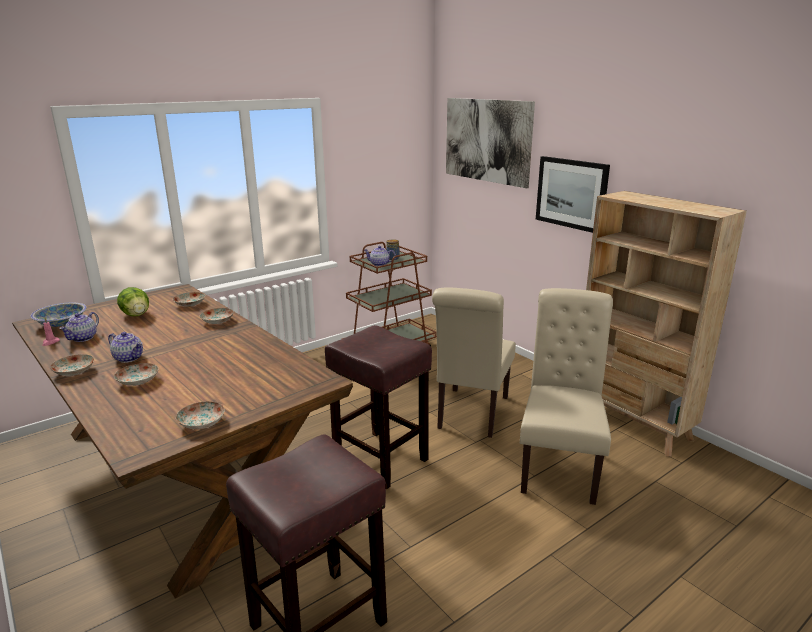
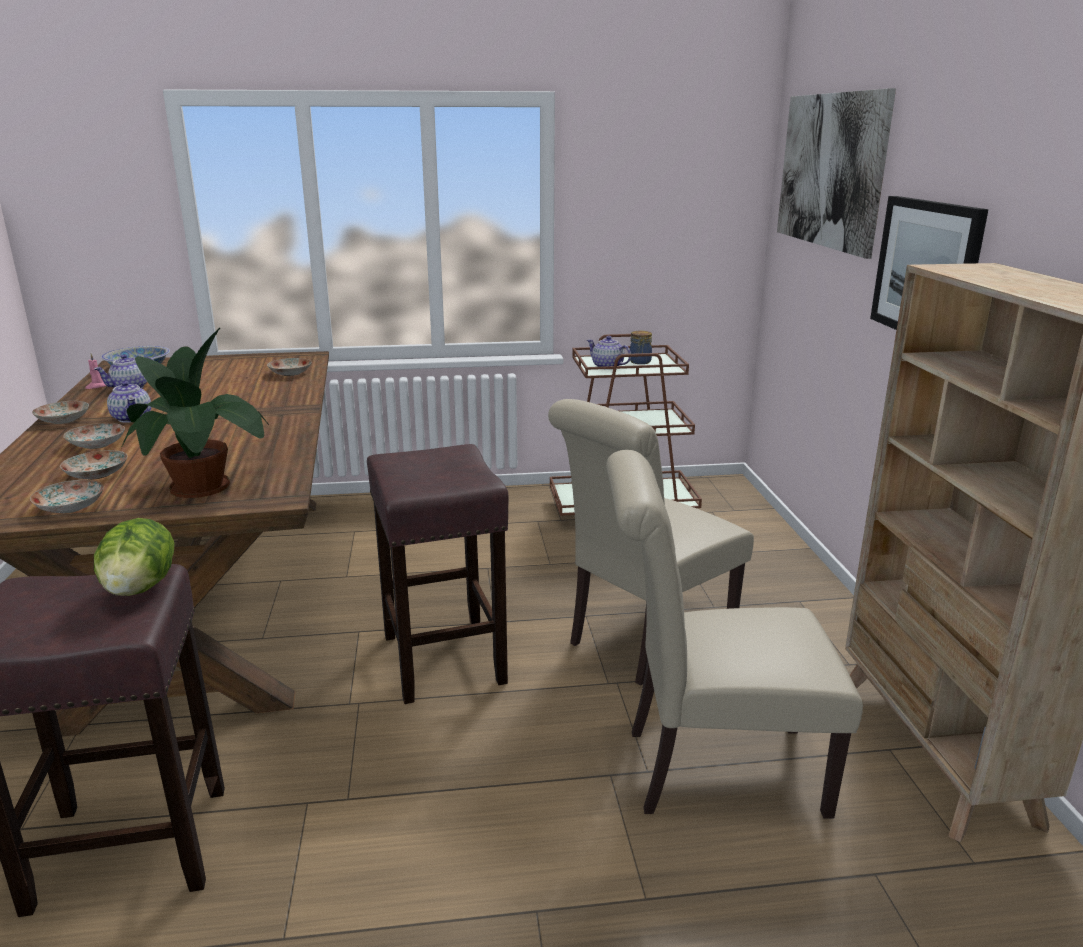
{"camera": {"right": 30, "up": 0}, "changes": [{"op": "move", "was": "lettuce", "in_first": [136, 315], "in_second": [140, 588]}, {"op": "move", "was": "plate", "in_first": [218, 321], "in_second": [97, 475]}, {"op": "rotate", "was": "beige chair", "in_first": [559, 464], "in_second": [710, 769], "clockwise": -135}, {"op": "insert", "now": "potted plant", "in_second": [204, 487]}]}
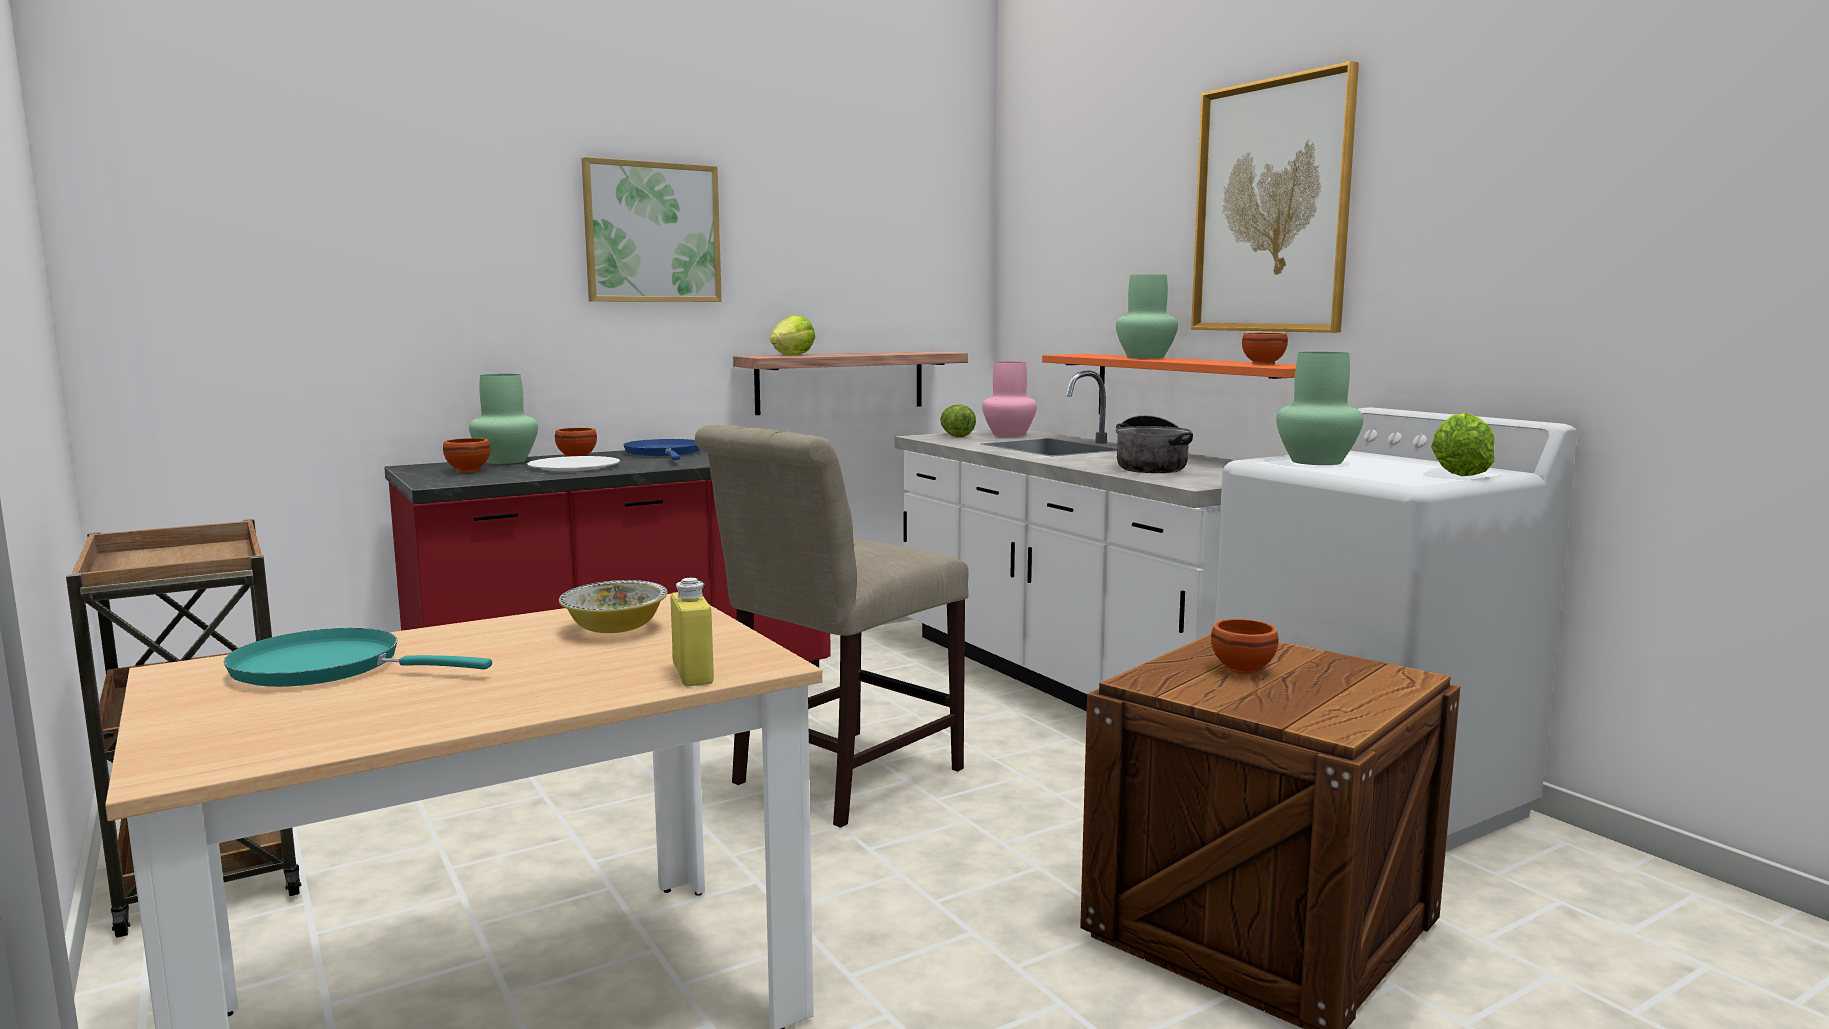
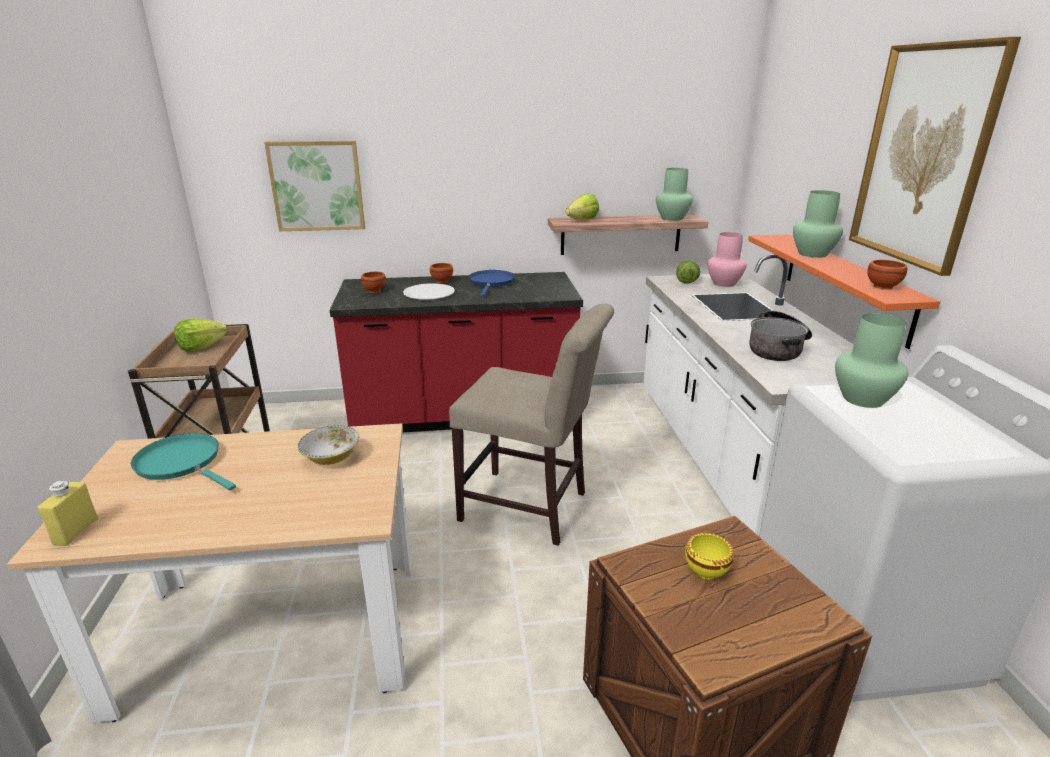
{"camera": {"right": 25, "up": 15}, "changes": [{"op": "move", "was": "green vase", "in_first": [506, 461], "in_second": [672, 218]}, {"op": "move", "was": "picture", "in_first": [652, 233], "in_second": [317, 186]}, {"op": "move", "was": "yellow bottle", "in_first": [693, 674], "in_second": [76, 531]}, {"op": "rotate", "was": "beige chair", "in_first": [837, 779], "in_second": [530, 508], "clockwise": -135}, {"op": "recolor", "was": "brown bowl", "now": "yellow bowl", "in_first": [1244, 670], "in_second": [707, 572]}, {"op": "move", "was": "lettuce", "in_first": [1459, 473], "in_second": [201, 347]}]}
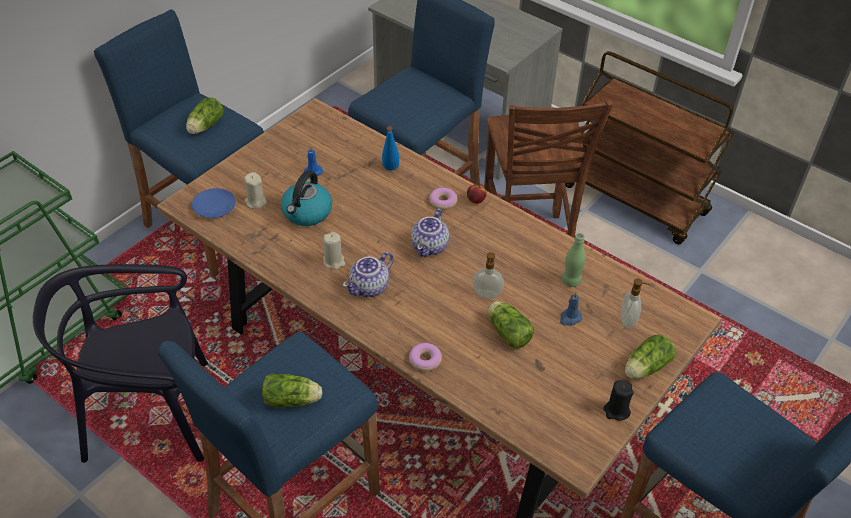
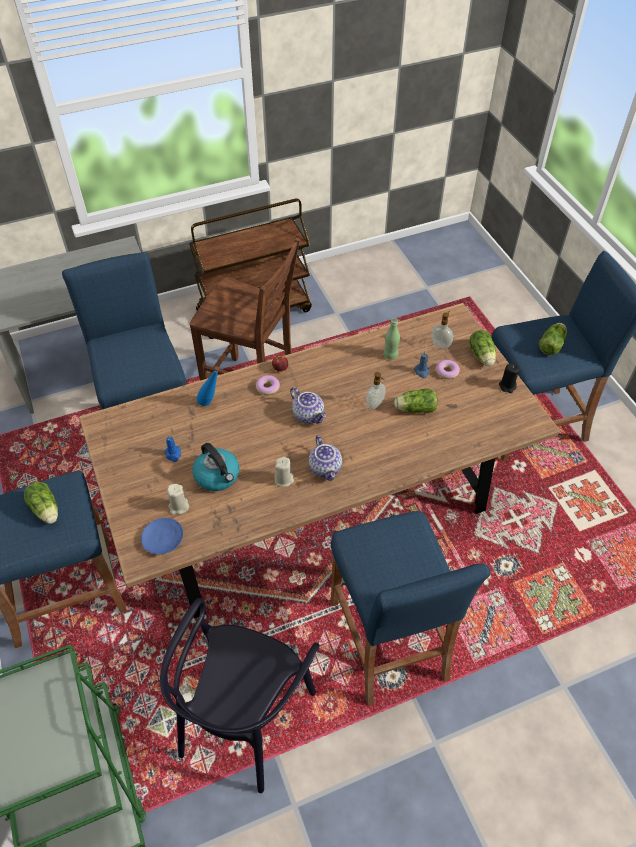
{"camera": {"right": -60, "up": 5}, "changes": [{"op": "move", "was": "lettuce", "in_first": [293, 400], "in_second": [552, 344]}, {"op": "move", "was": "donut", "in_first": [425, 360], "in_second": [447, 372]}]}
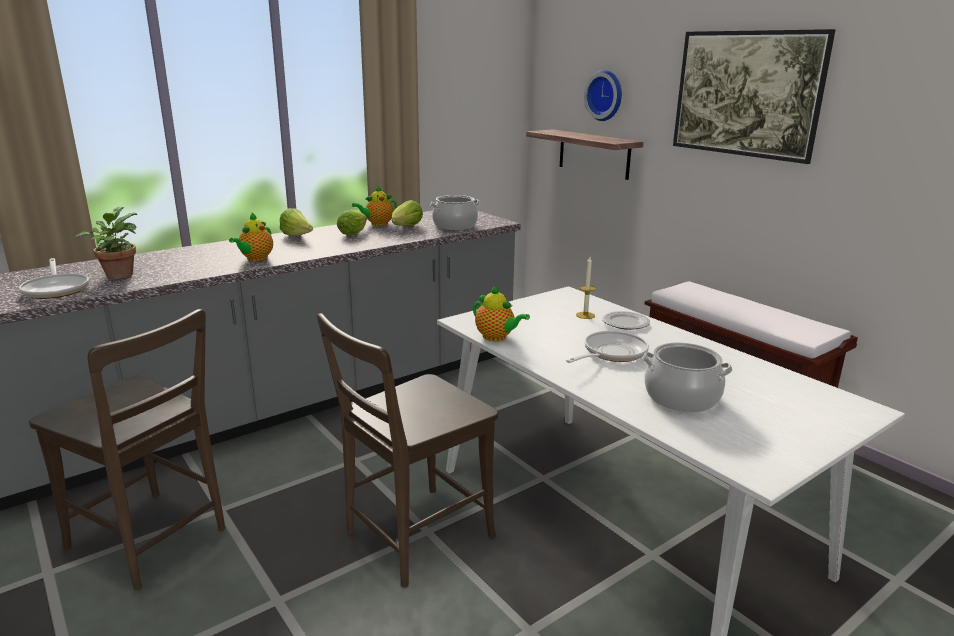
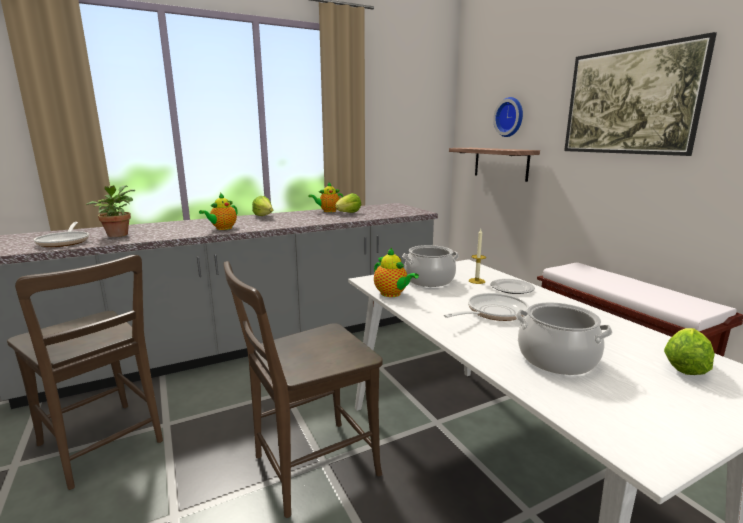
{"camera": {"right": 10, "up": -5}, "changes": [{"op": "move", "was": "lettuce", "in_first": [354, 233], "in_second": [684, 366]}, {"op": "move", "was": "cooking pot", "in_first": [455, 226], "in_second": [429, 280]}]}
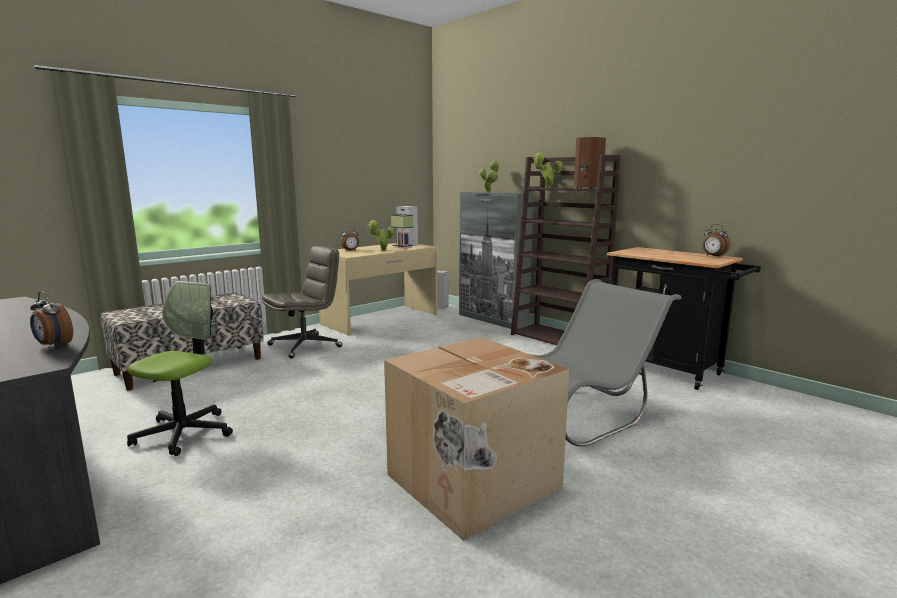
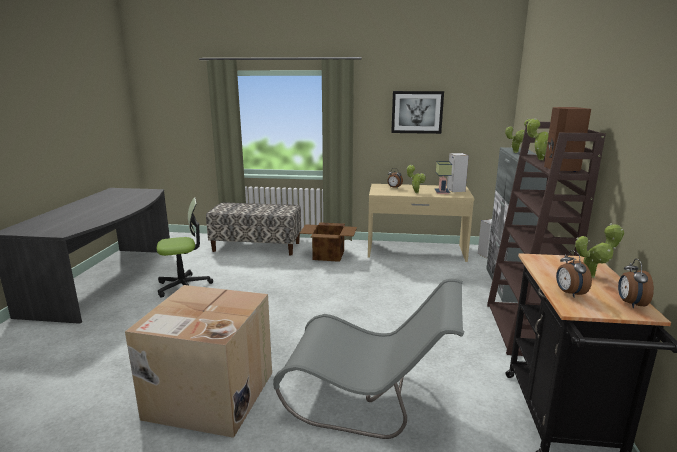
{"camera": {"right": 50, "up": 5}, "changes": [{"op": "move", "was": "alarm clock", "in_first": [53, 345], "in_second": [569, 293]}, {"op": "replace", "was": "grey office chair", "now": "cardboard box", "in_first": [305, 346], "in_second": [329, 255]}, {"op": "insert", "now": "picture", "in_second": [417, 112]}, {"op": "insert", "now": "potted plant", "in_second": [593, 276]}]}
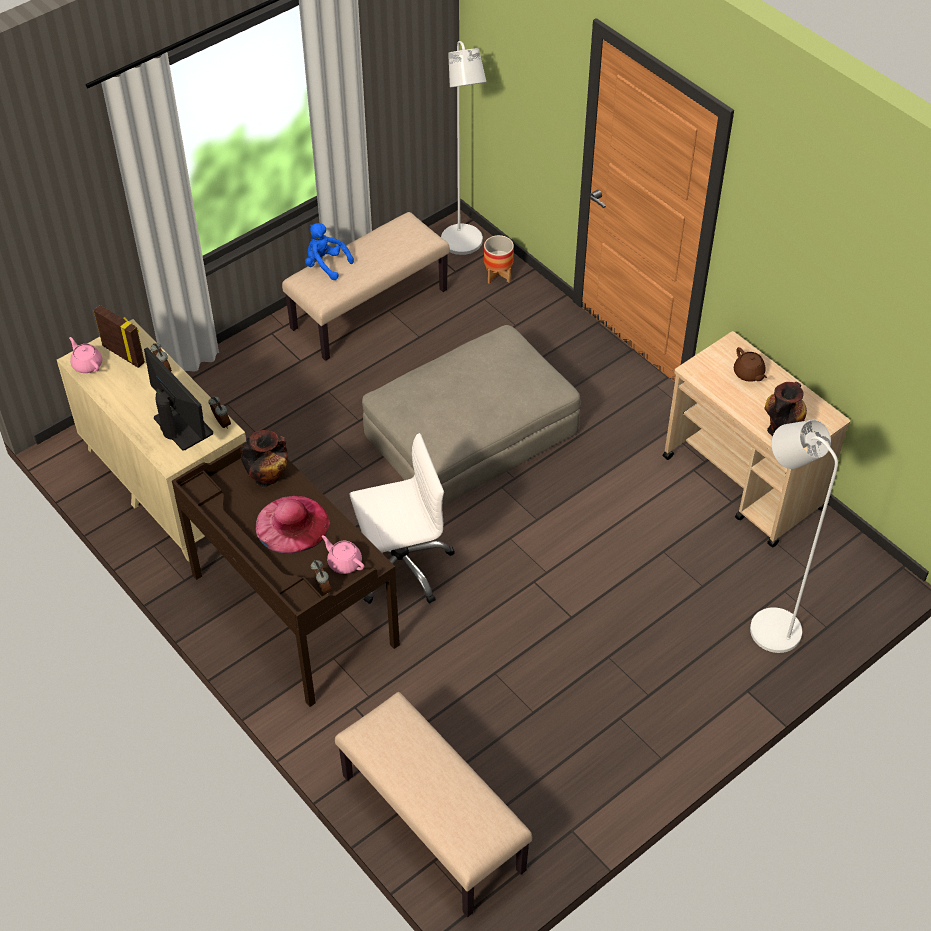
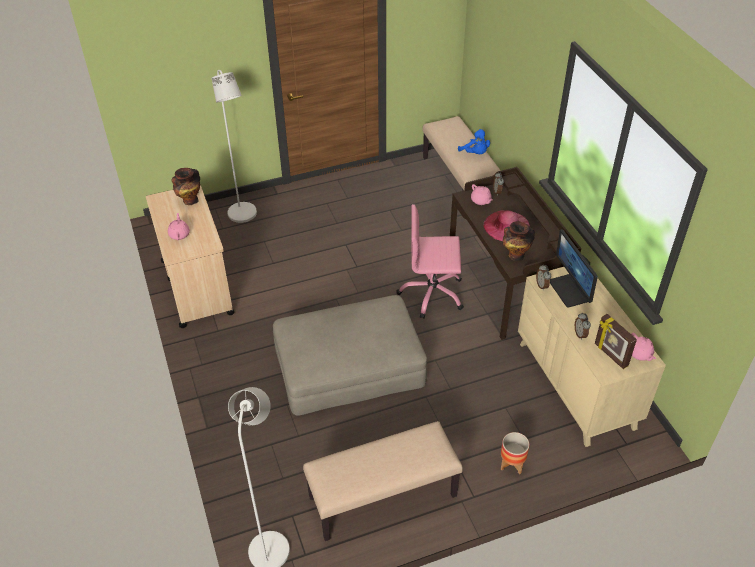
{"camera": {"right": -160, "up": -5}, "changes": [{"op": "move", "was": "blue plush toy", "in_first": [326, 265], "in_second": [475, 153]}, {"op": "recolor", "was": "white office chair", "now": "pink office chair", "in_first": [400, 565], "in_second": [432, 294]}, {"op": "move", "was": "planter", "in_first": [498, 275], "in_second": [512, 464]}, {"op": "recolor", "was": "brown teapot", "now": "pink teapot", "in_first": [748, 374], "in_second": [179, 234]}]}
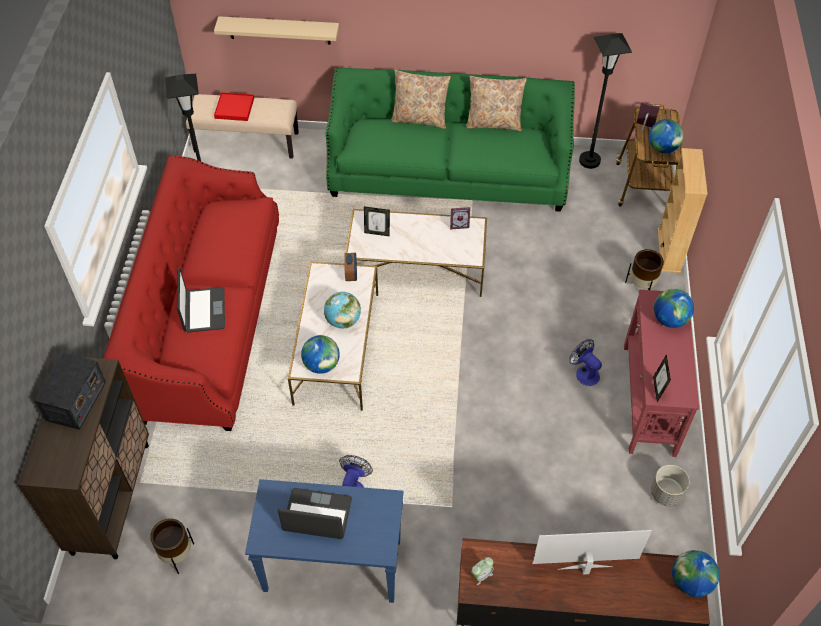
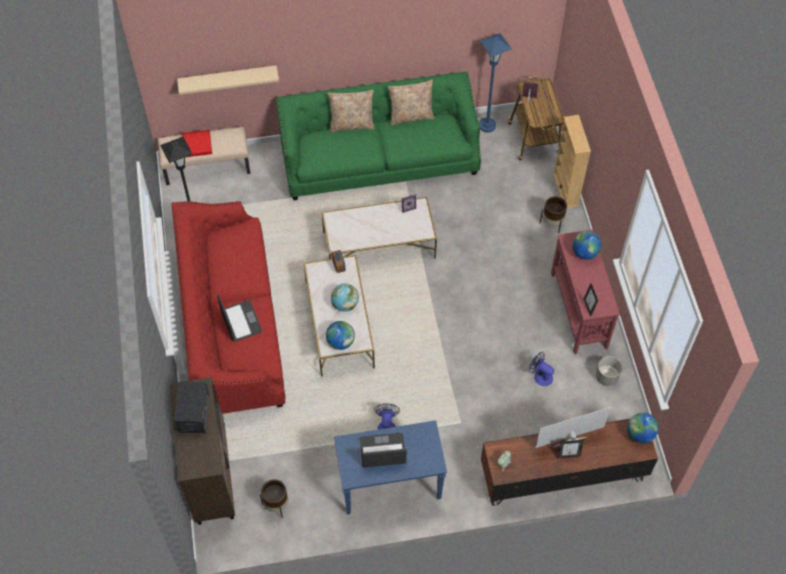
{"camera": {"right": -15, "up": 5}, "changes": [{"op": "move", "was": "picture frame", "in_first": [377, 233], "in_second": [568, 455]}, {"op": "move", "was": "fan", "in_first": [584, 372], "in_second": [540, 376]}, {"op": "recolor", "was": "black floor lamp", "now": "blue floor lamp", "in_first": [589, 161], "in_second": [487, 125]}, {"op": "delete", "was": "globe", "in_first": [662, 148]}]}
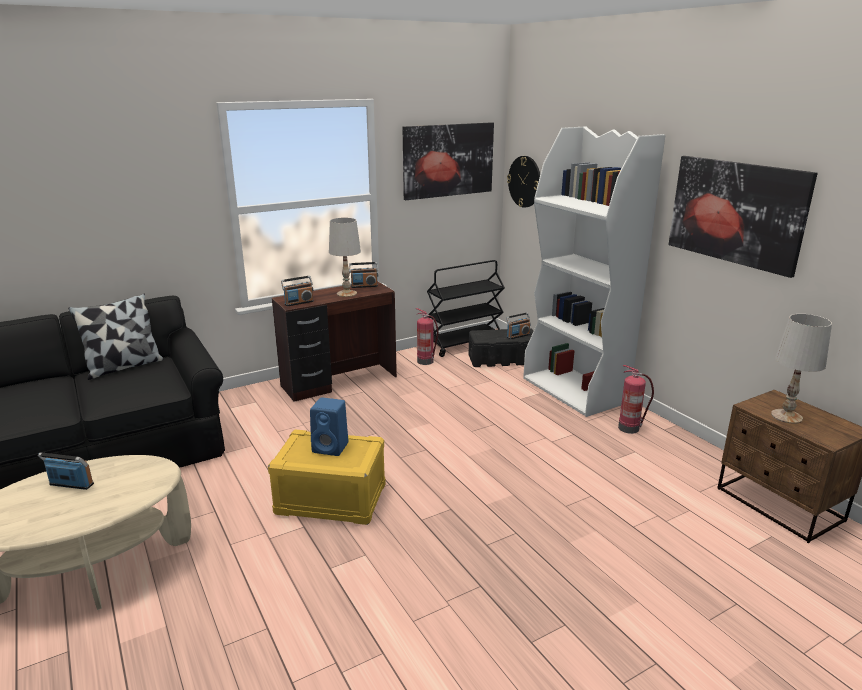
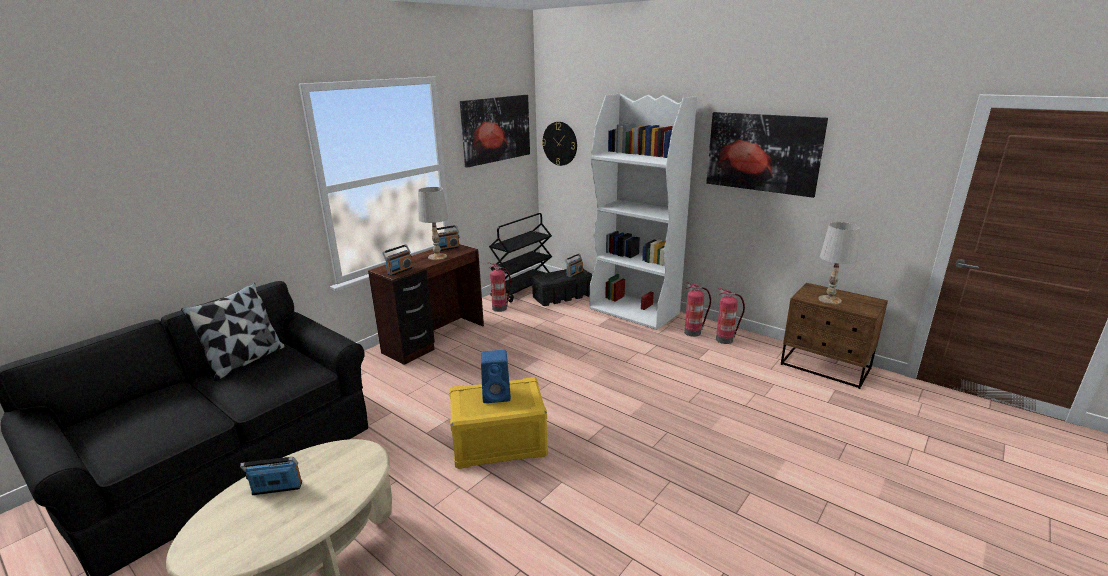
{"camera": {"right": -20, "up": 0}, "changes": [{"op": "insert", "now": "fire extinguisher", "in_second": [725, 340]}]}
